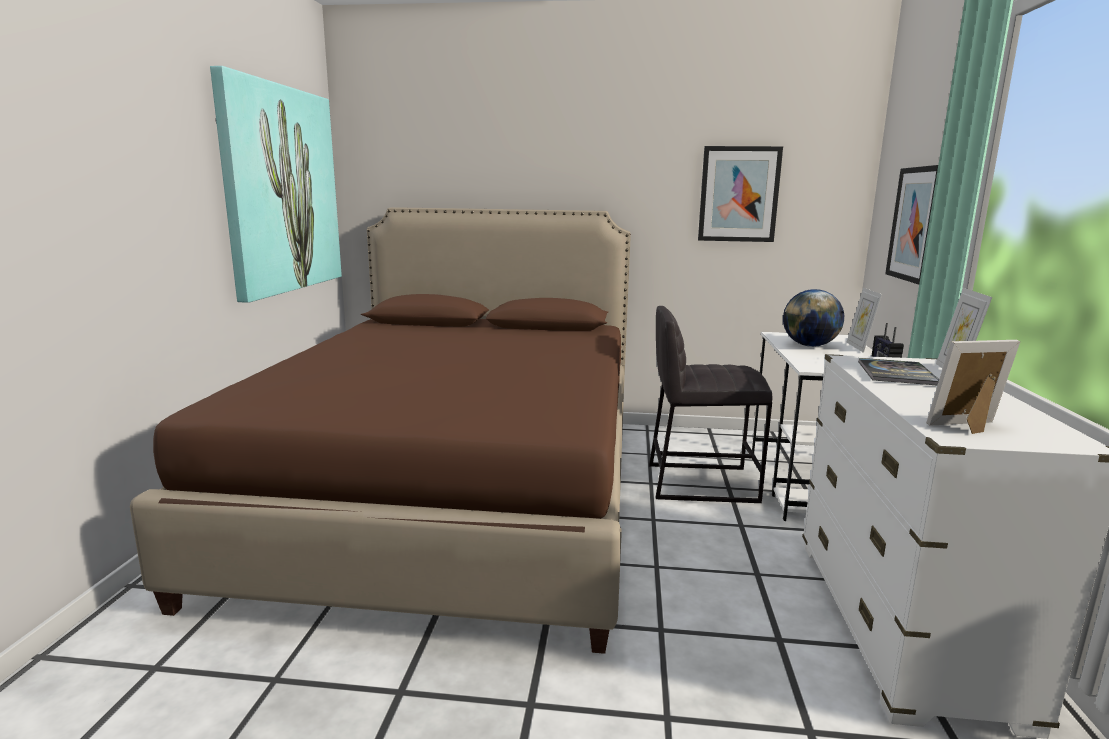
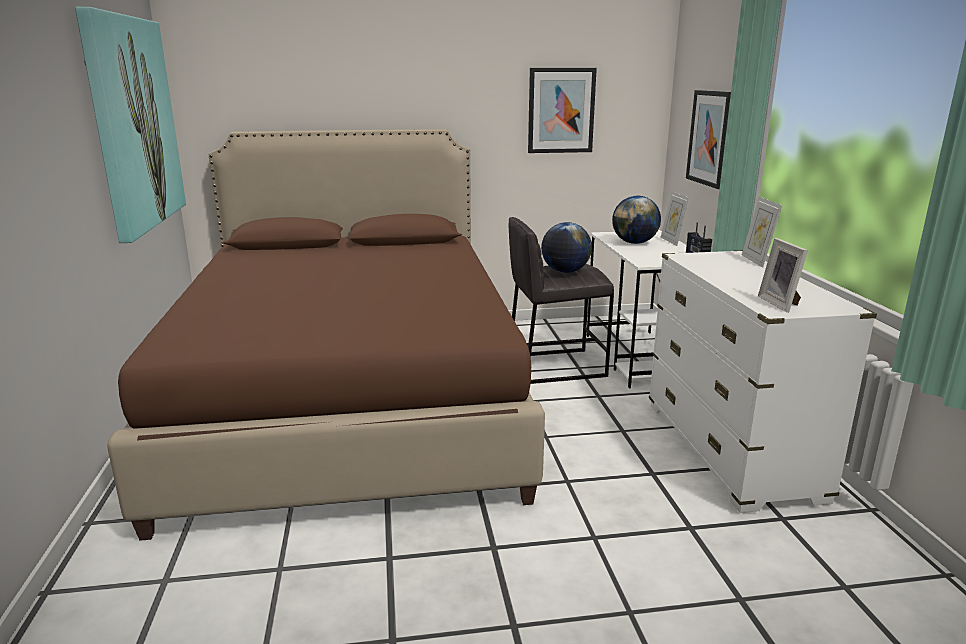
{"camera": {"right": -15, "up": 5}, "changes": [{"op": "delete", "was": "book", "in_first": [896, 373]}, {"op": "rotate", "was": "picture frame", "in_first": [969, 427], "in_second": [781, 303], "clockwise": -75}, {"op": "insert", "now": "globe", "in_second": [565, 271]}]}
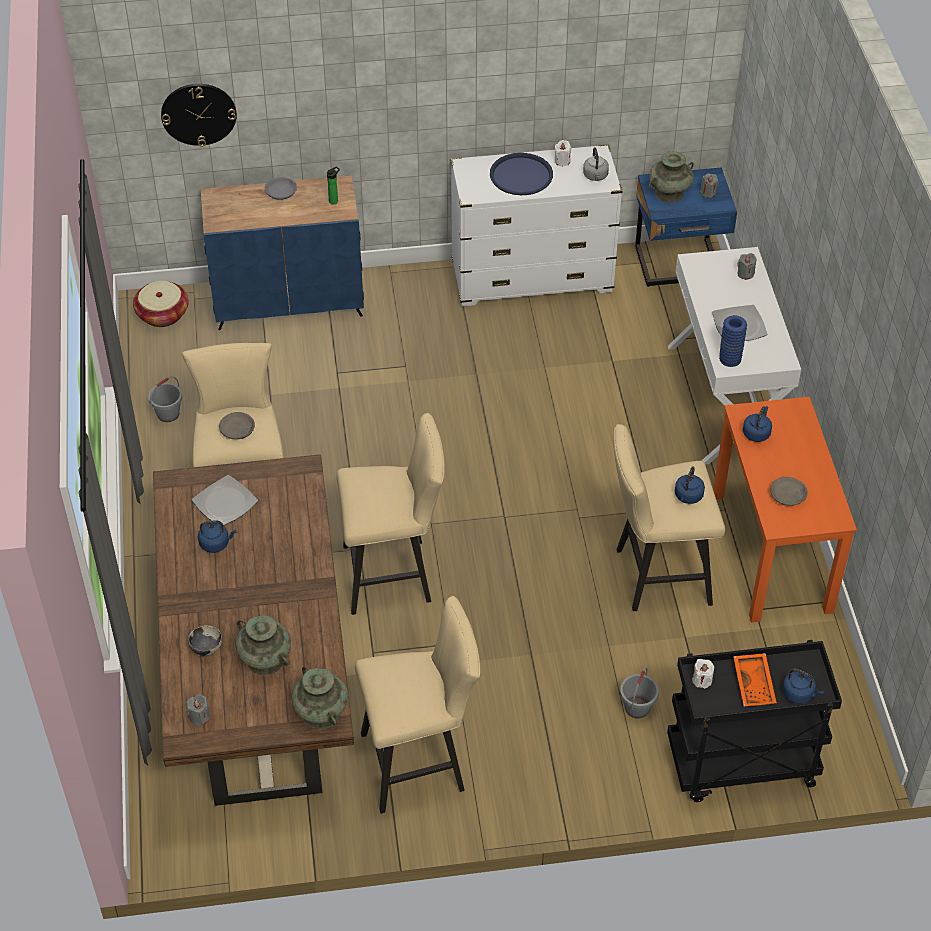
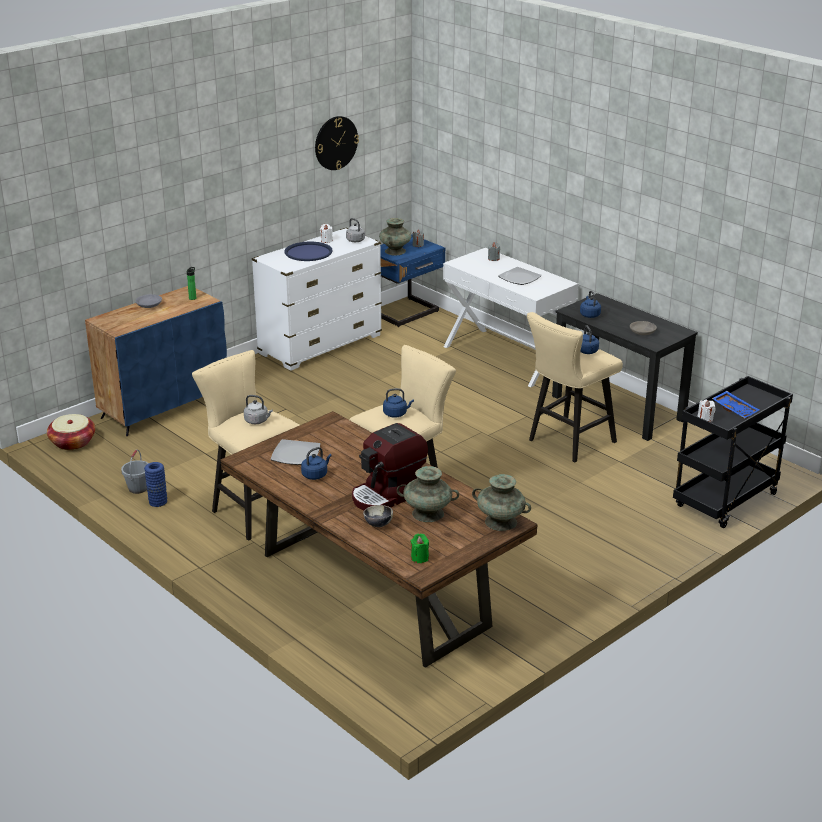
{"camera": {"right": -35, "up": -20}, "changes": [{"op": "move", "was": "wall clock", "in_first": [198, 113], "in_second": [335, 143]}, {"op": "recolor", "was": "grey candle", "now": "green candle", "in_first": [199, 717], "in_second": [419, 558]}, {"op": "replace", "was": "grey bowl", "now": "grey kettle", "in_first": [237, 431], "in_second": [257, 421]}, {"op": "delete", "was": "beige stool", "in_first": [421, 762]}, {"op": "delete", "was": "grey bucket", "in_first": [637, 708]}, {"op": "recolor", "was": "orange desk", "now": "black desk", "in_first": [771, 551], "in_second": [618, 408]}, {"op": "move", "was": "blue vase", "in_first": [729, 359], "in_second": [158, 502]}, {"op": "recolor", "was": "orange tray", "now": "blue tray", "in_first": [755, 684], "in_second": [735, 409]}, {"op": "move", "was": "blue kettle", "in_first": [799, 694], "in_second": [396, 414]}, {"op": "insert", "now": "coffee machine", "in_second": [388, 494]}]}
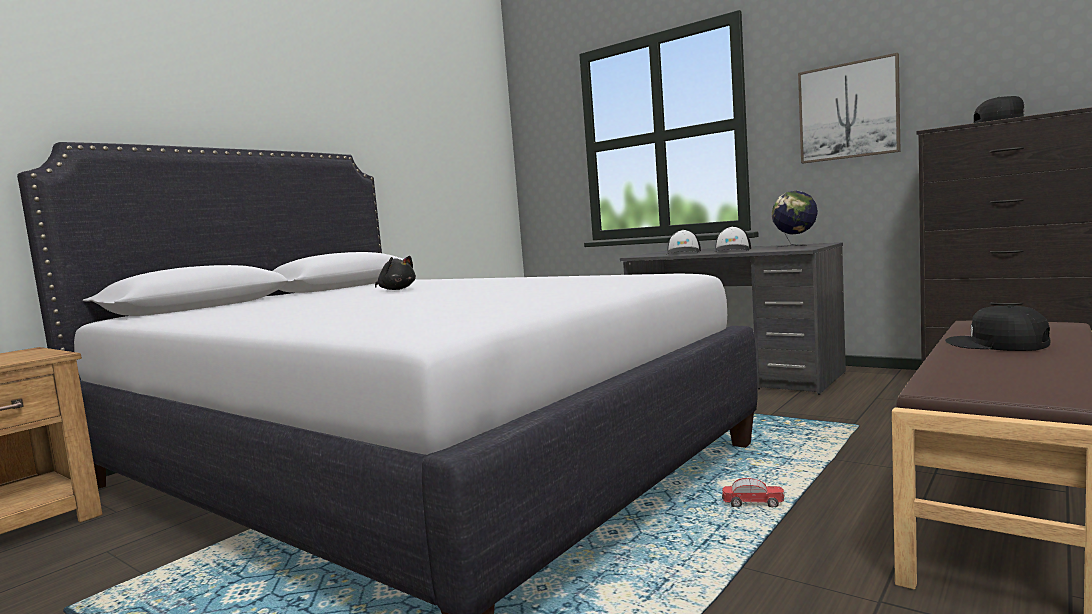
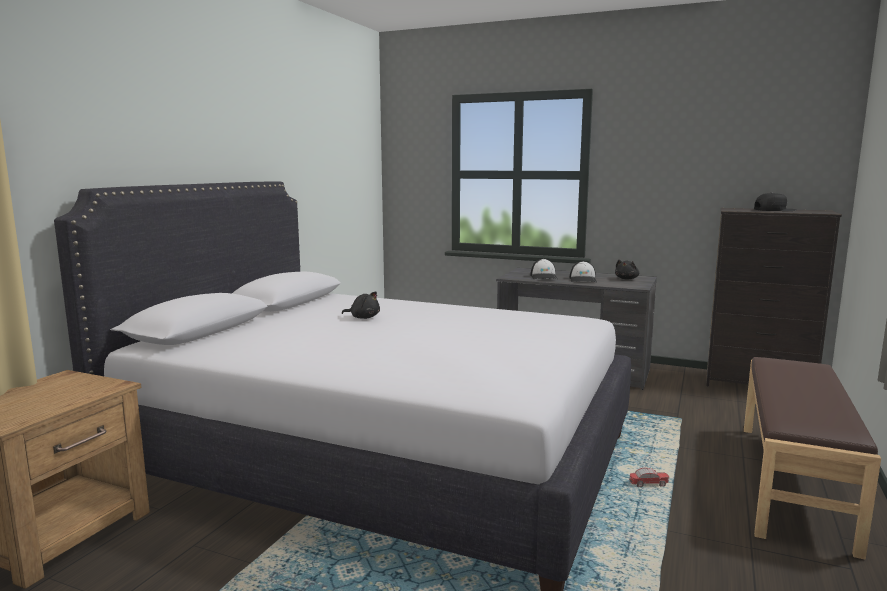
{"camera": {"right": -15, "up": 5}, "changes": [{"op": "replace", "was": "globe", "now": "black plush toy", "in_first": [795, 246], "in_second": [627, 279]}, {"op": "delete", "was": "picture", "in_first": [848, 111]}, {"op": "delete", "was": "black cap", "in_first": [997, 344]}]}
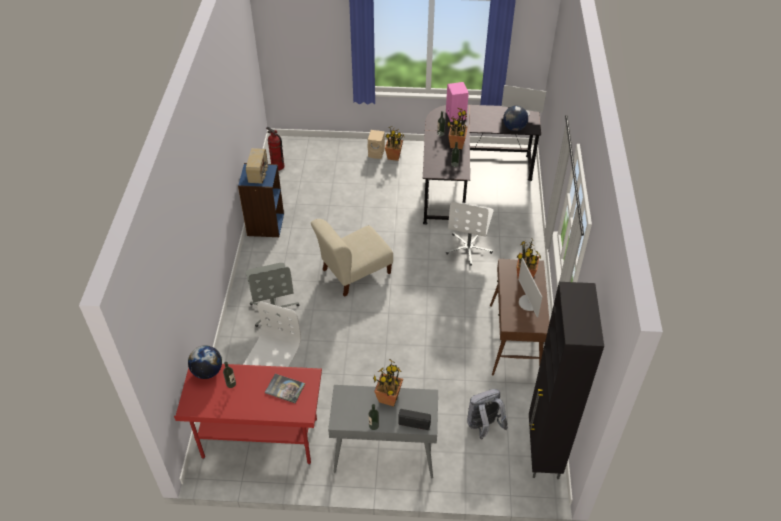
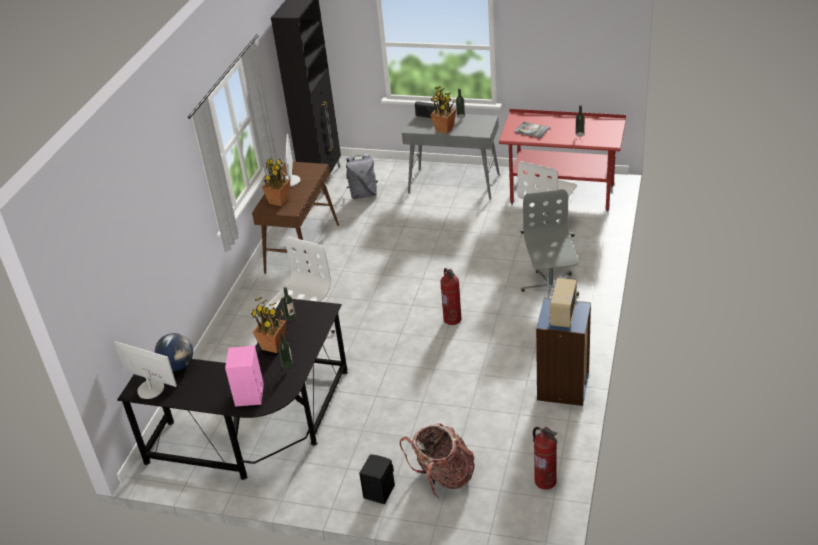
{"camera": {"right": -165, "up": -10}, "changes": [{"op": "delete", "was": "globe", "in_first": [207, 371]}, {"op": "replace", "was": "beige chair", "now": "fire extinguisher", "in_first": [354, 273], "in_second": [452, 319]}, {"op": "recolor", "was": "beige speaker", "now": "black speaker", "in_first": [377, 153], "in_second": [378, 491]}, {"op": "delete", "was": "potted plant", "in_first": [394, 156]}, {"op": "insert", "now": "backpack", "in_second": [443, 477]}]}
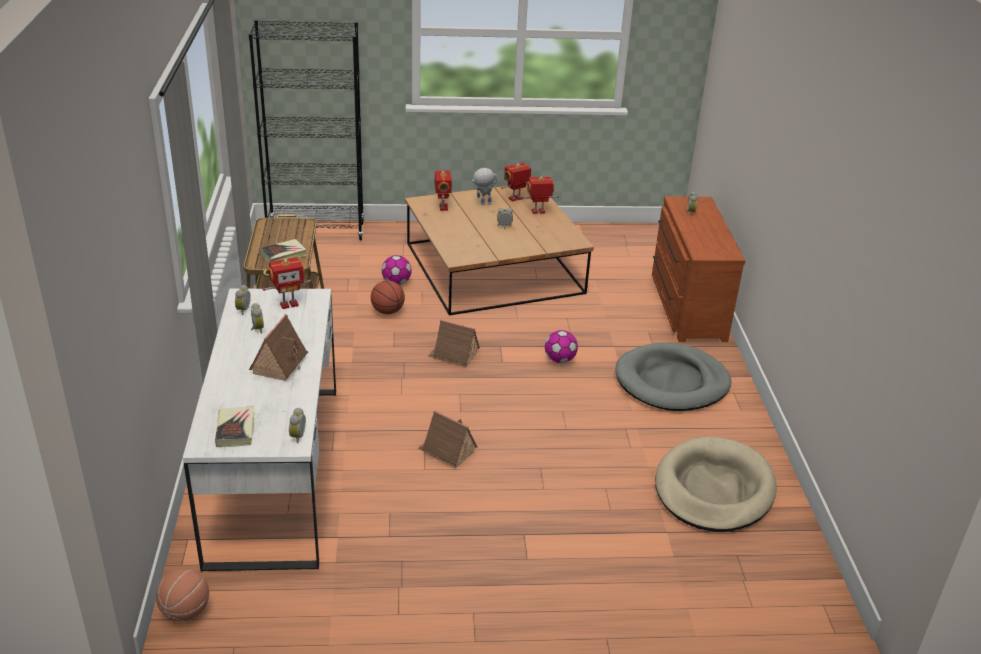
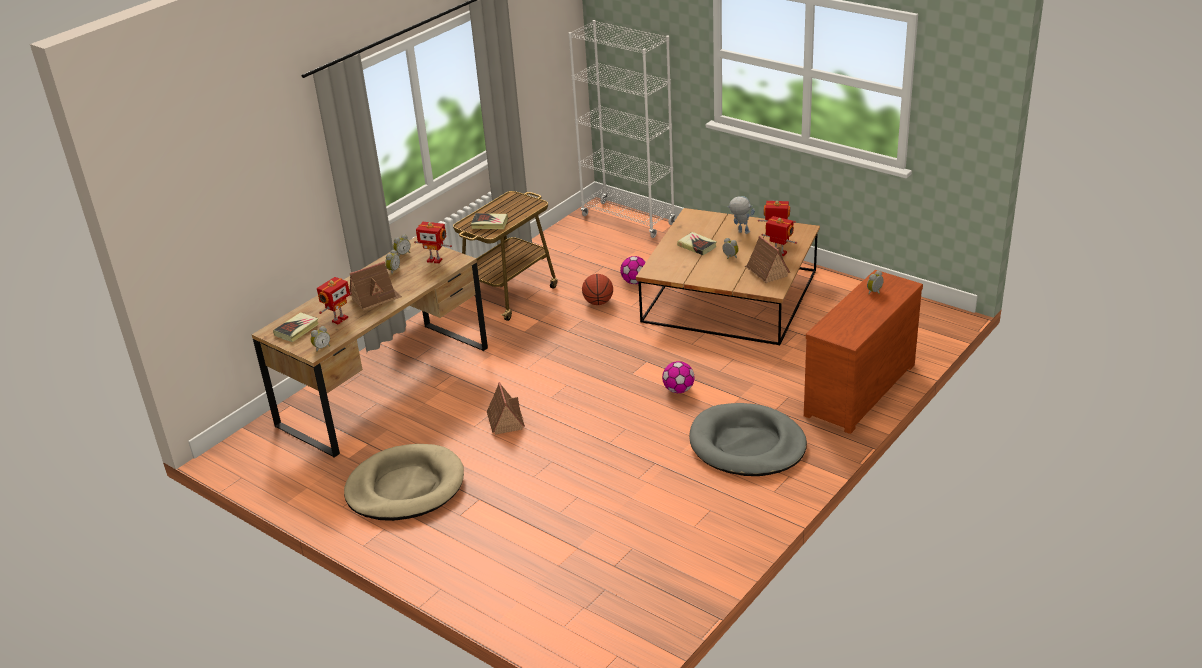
{"camera": {"right": 45, "up": 0}, "changes": [{"op": "delete", "was": "basketball", "in_first": [185, 611]}, {"op": "recolor", "was": "white desk", "now": "brown desk", "in_first": [276, 471], "in_second": [385, 386]}, {"op": "recolor", "was": "black bookcase", "now": "white bookcase", "in_first": [316, 231], "in_second": [628, 220]}, {"op": "move", "was": "toy house", "in_first": [454, 354], "in_second": [766, 271]}, {"op": "move", "was": "toy robot", "in_first": [442, 207], "in_second": [339, 319]}, {"op": "move", "was": "beige dog bed", "in_first": [713, 489], "in_second": [405, 487]}, {"op": "insert", "now": "book", "in_second": [697, 246]}]}
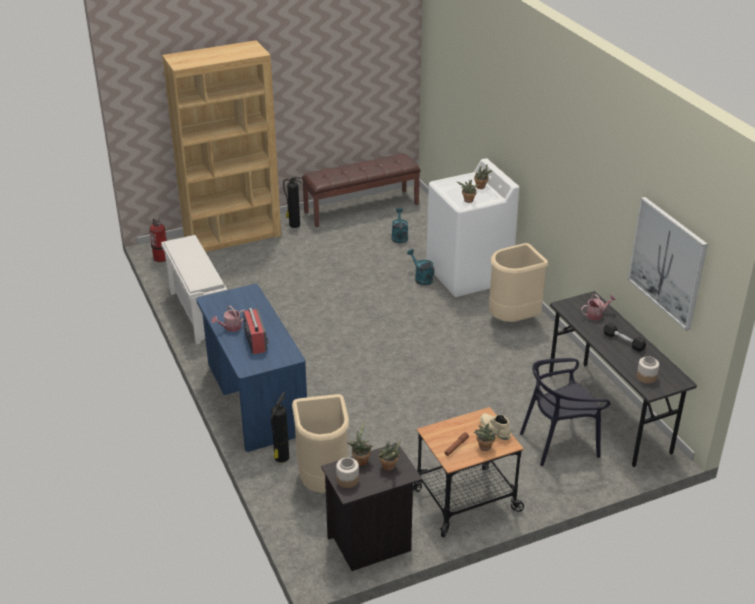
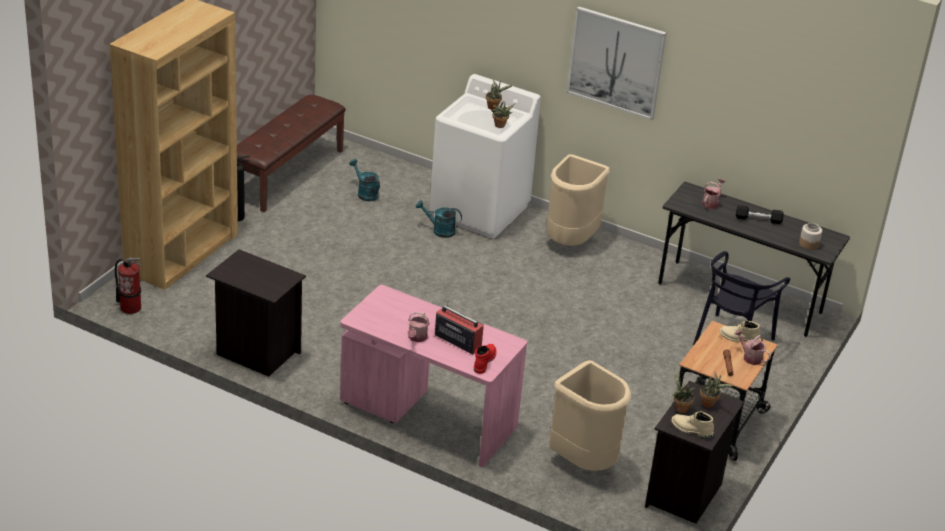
{"camera": {"right": -40, "up": 0}, "changes": [{"op": "replace", "was": "white shoe rack", "now": "black nightstand", "in_first": [198, 313], "in_second": [255, 353]}, {"op": "recolor", "was": "blue desk", "now": "pink desk", "in_first": [254, 399], "in_second": [427, 416]}, {"op": "delete", "was": "fire extinguisher", "in_first": [281, 458]}, {"op": "replace", "was": "jar", "now": "beige boot", "in_first": [347, 480], "in_second": [691, 429]}, {"op": "replace", "was": "potted plant", "now": "watering can", "in_first": [484, 448], "in_second": [750, 357]}, {"op": "move", "was": "picture", "in_first": [667, 262], "in_second": [616, 62]}, {"op": "insert", "now": "red boot", "in_second": [483, 361]}]}
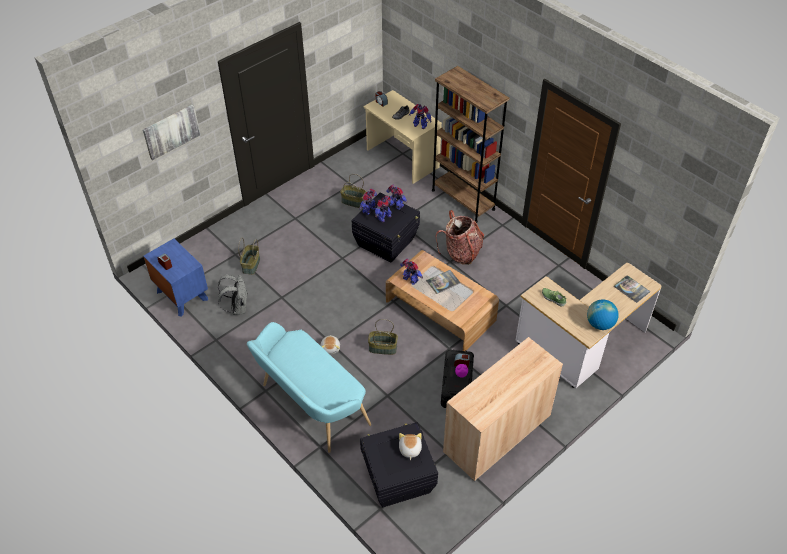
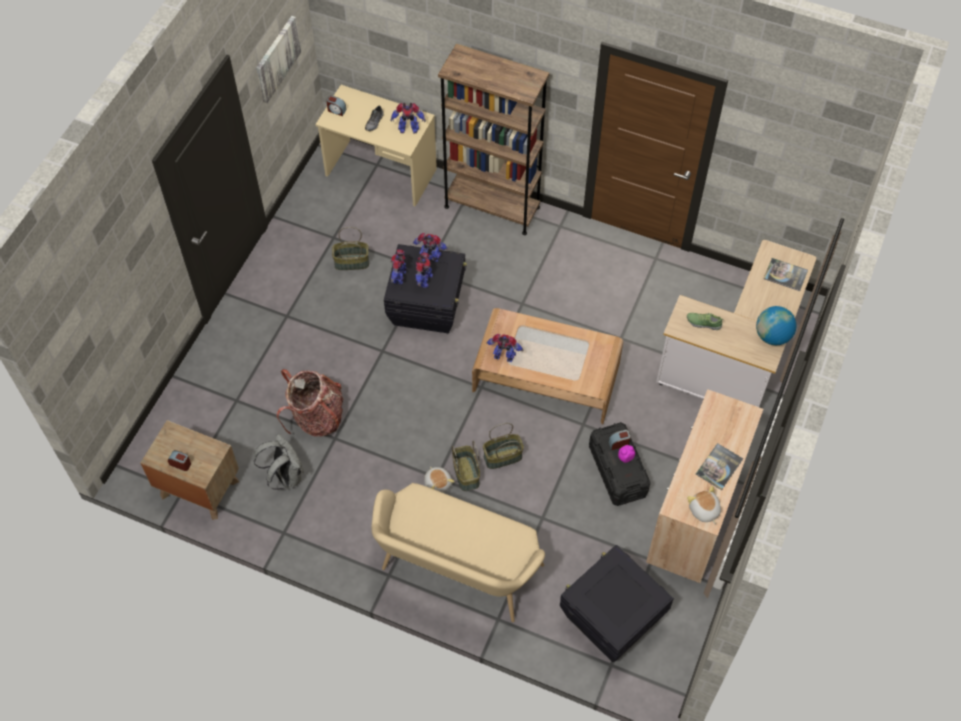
{"camera": {"right": -25, "up": 10}, "changes": [{"op": "move", "was": "picture", "in_first": [171, 131], "in_second": [277, 58]}, {"op": "recolor", "was": "blue nightstand", "now": "brown nightstand", "in_first": [182, 295], "in_second": [199, 488]}, {"op": "move", "was": "basket", "in_first": [251, 265], "in_second": [467, 474]}, {"op": "recolor", "was": "turquoise bench", "now": "beige bench", "in_first": [310, 406], "in_second": [457, 572]}, {"op": "move", "was": "plush toy", "in_first": [409, 449], "in_second": [704, 510]}, {"op": "move", "was": "book", "in_first": [443, 282], "in_second": [719, 467]}, {"op": "move", "was": "backpack", "in_first": [461, 253], "in_second": [316, 417]}]}
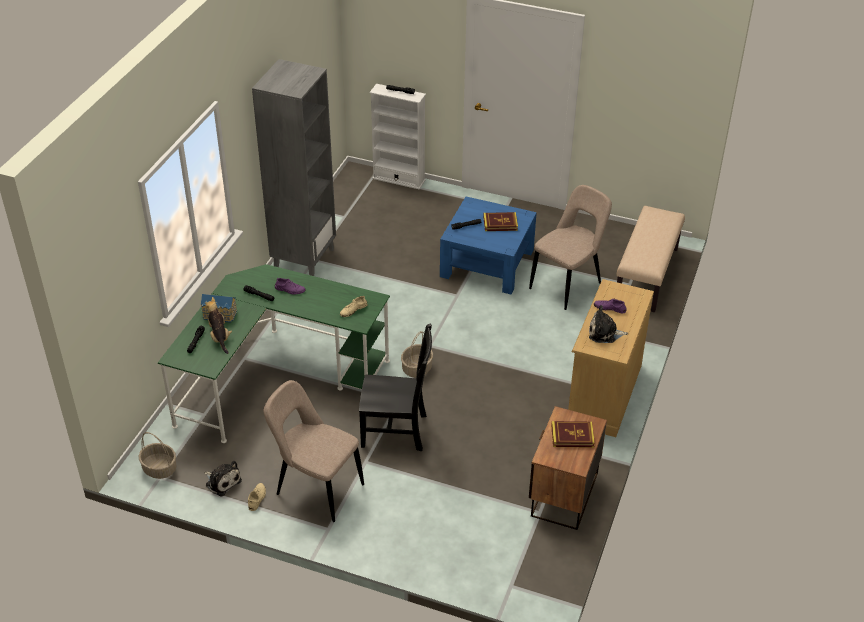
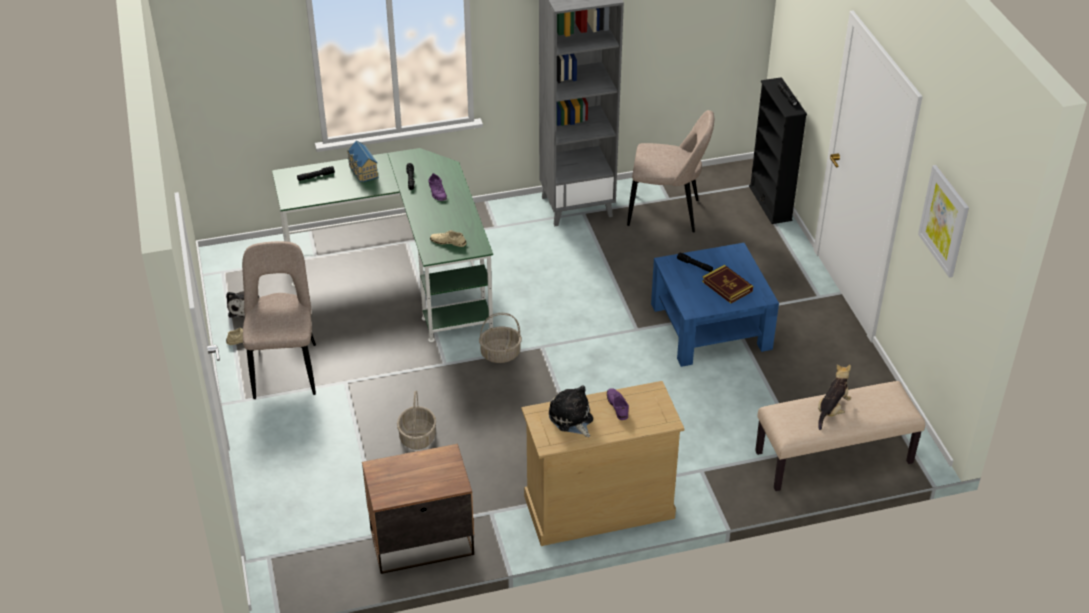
{"camera": {"right": 55, "up": 0}, "changes": [{"op": "move", "was": "basket", "in_first": [159, 468], "in_second": [417, 437]}, {"op": "move", "was": "plush toy", "in_first": [219, 337], "in_second": [832, 410]}, {"op": "delete", "was": "black chair", "in_first": [396, 431]}, {"op": "recolor", "was": "white bookcase", "now": "black bookcase", "in_first": [399, 179], "in_second": [770, 203]}, {"op": "move", "was": "beige chair", "in_first": [568, 284], "in_second": [667, 213]}, {"op": "delete", "was": "book", "in_first": [572, 436]}, {"op": "insert", "now": "picture", "in_second": [944, 221]}]}
